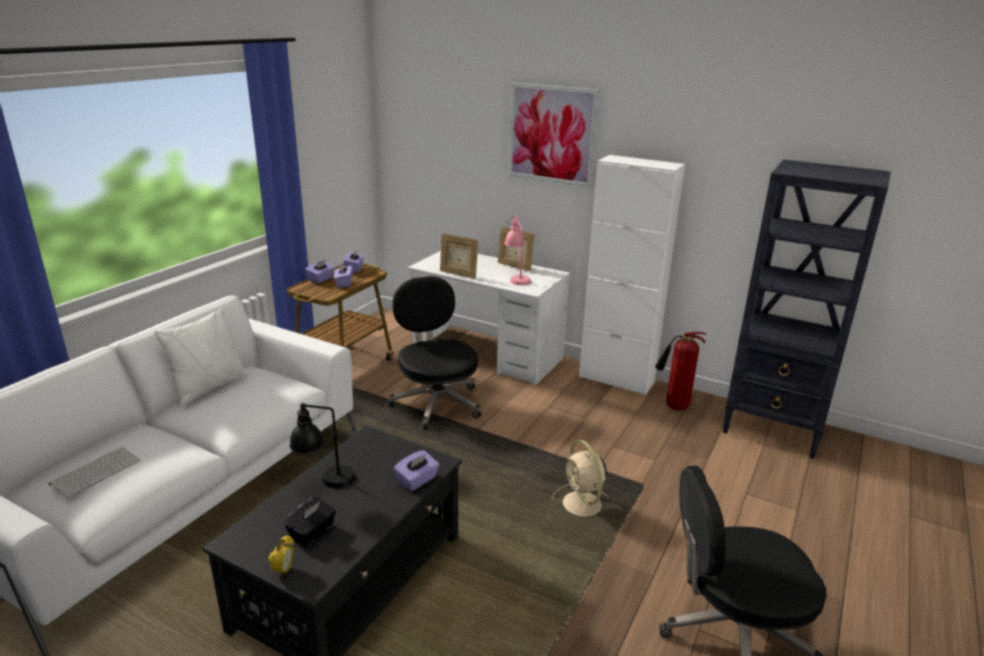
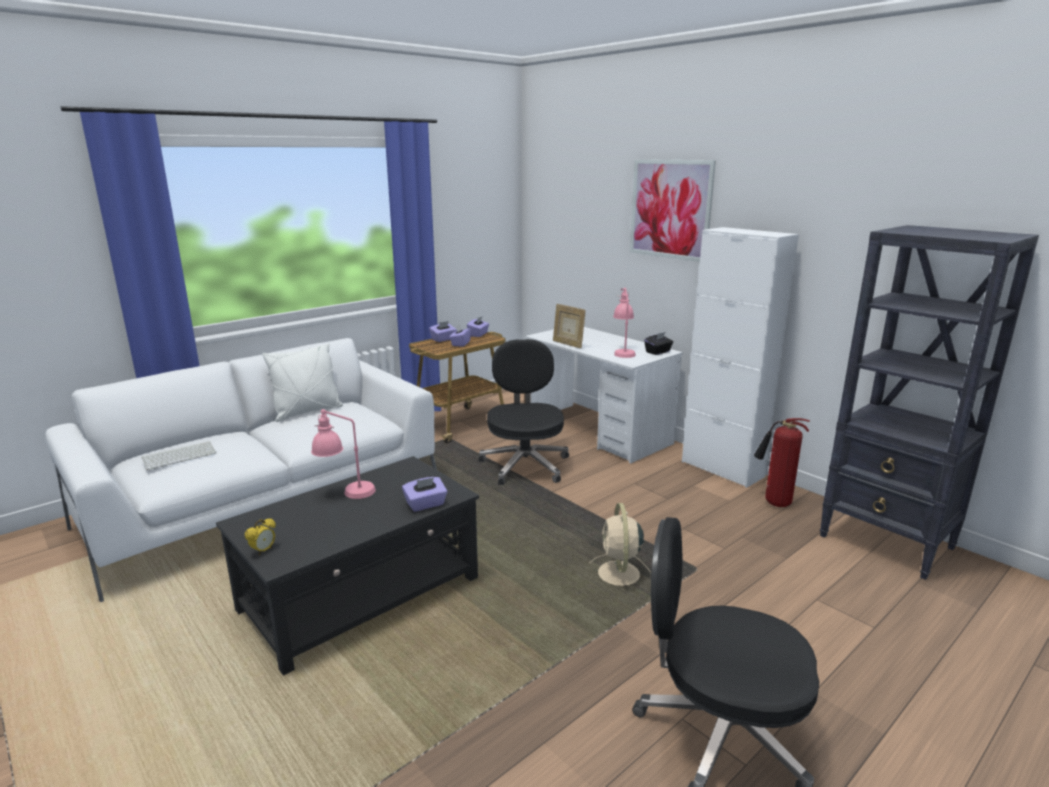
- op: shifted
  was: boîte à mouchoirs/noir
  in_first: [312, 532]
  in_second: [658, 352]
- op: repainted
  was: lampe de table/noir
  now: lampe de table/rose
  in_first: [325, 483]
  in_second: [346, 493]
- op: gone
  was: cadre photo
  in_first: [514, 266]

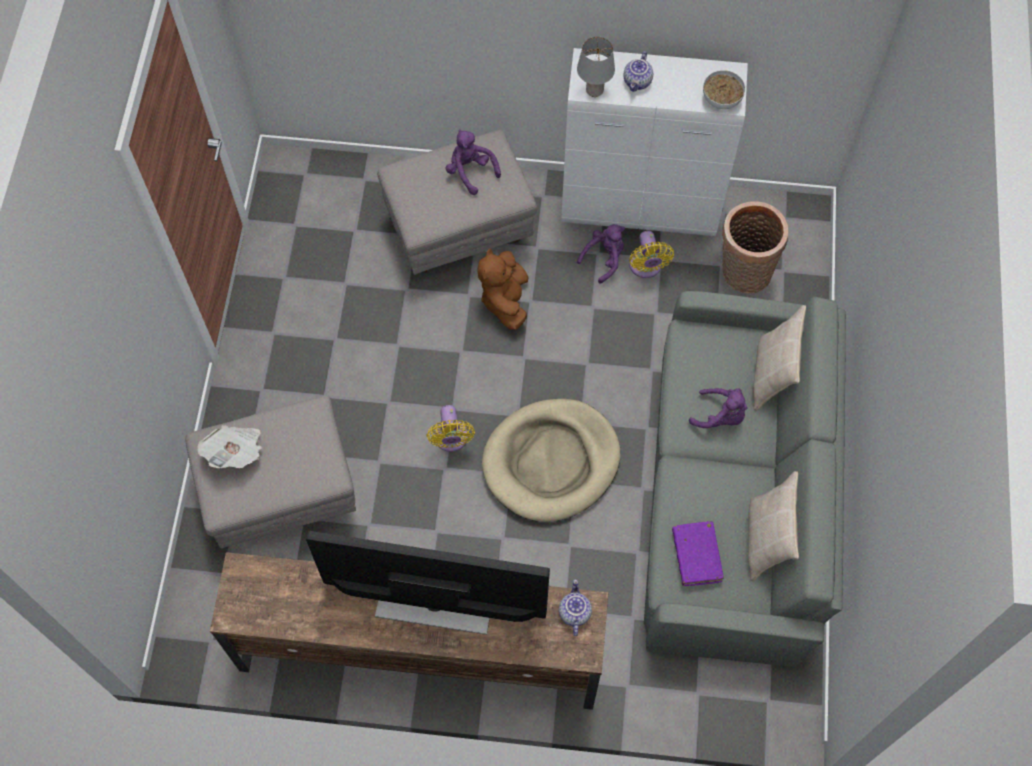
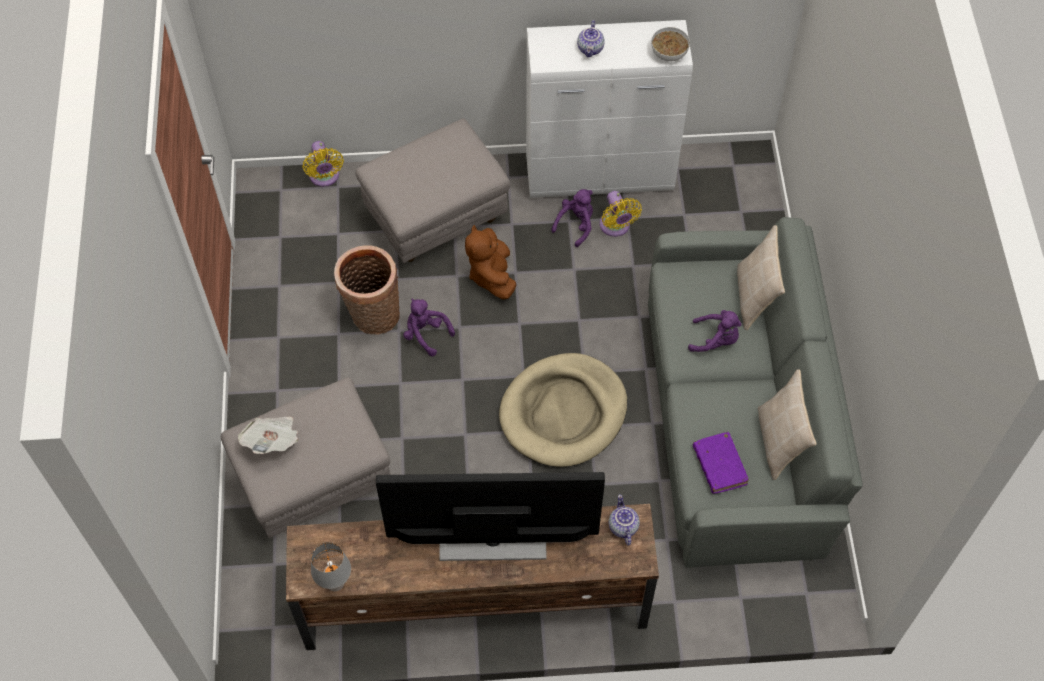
- op: shifted
  was: ventilateur/jaune
  in_first: [451, 439]
  in_second: [325, 177]
- op: shifted
  was: peluche/violet
  in_first: [470, 171]
  in_second: [426, 334]
- op: shifted
  was: lampe de table/gris
  in_first: [594, 91]
  in_second: [335, 583]
- op: shifted
  was: panier
  in_first: [743, 273]
  in_second: [372, 316]

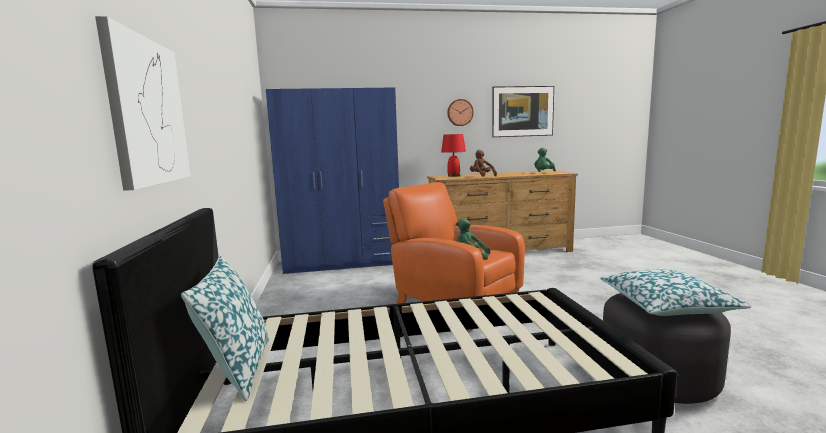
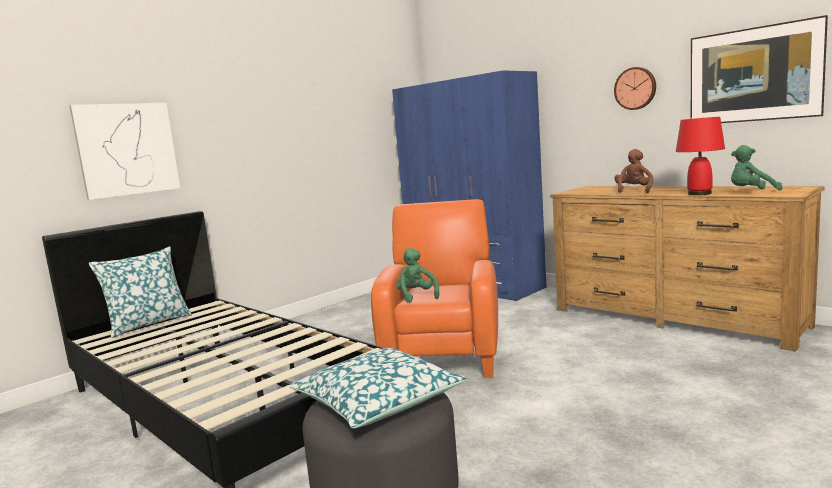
- op: shifted
  was: lampe de table/rouge
  in_first: [453, 176]
  in_second: [699, 193]

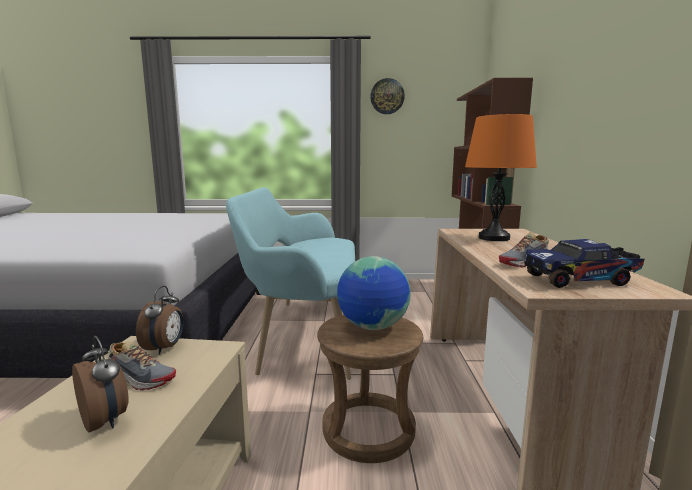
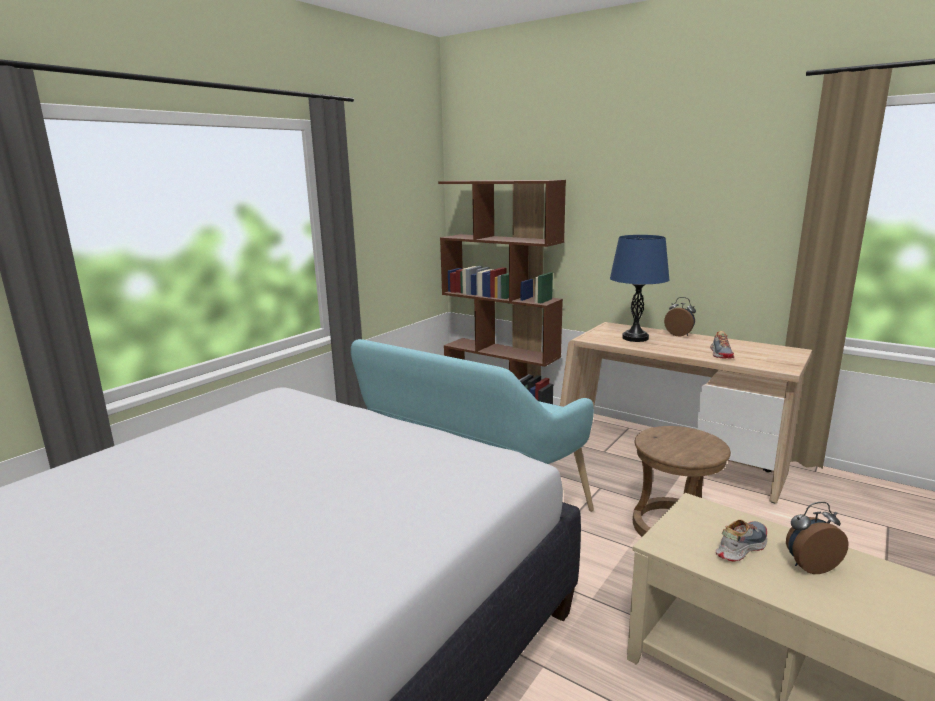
- op: shifted
  was: réveil
  in_first: [165, 348]
  in_second: [679, 334]
- op: gone
  was: globe
  in_first: [373, 327]
- op: gone
  was: horloge murale
  in_first: [387, 96]
- op: repainted
  was: lampe de table/orange
  now: lampe de table/bleu
  in_first: [494, 238]
  in_second: [635, 338]
- op: gone
  was: camion jouet
  in_first: [581, 280]

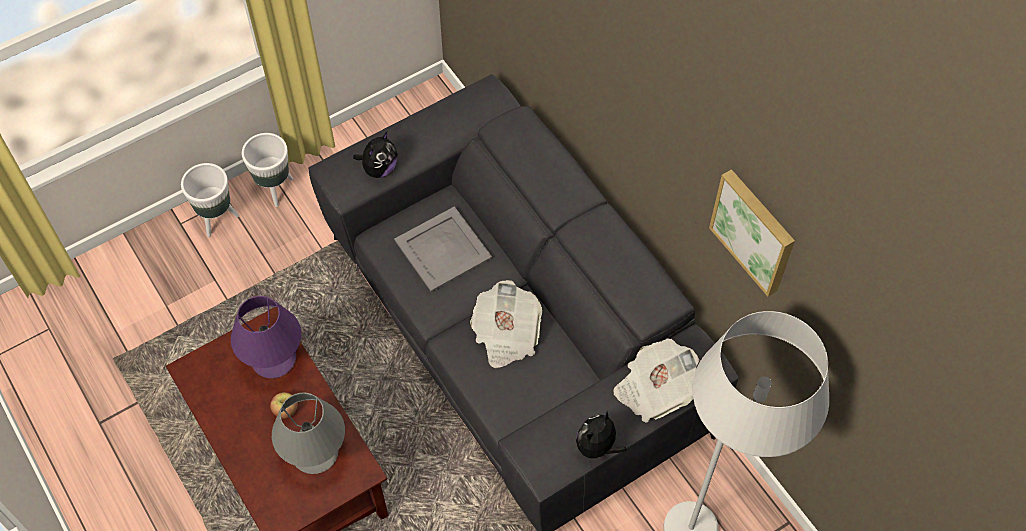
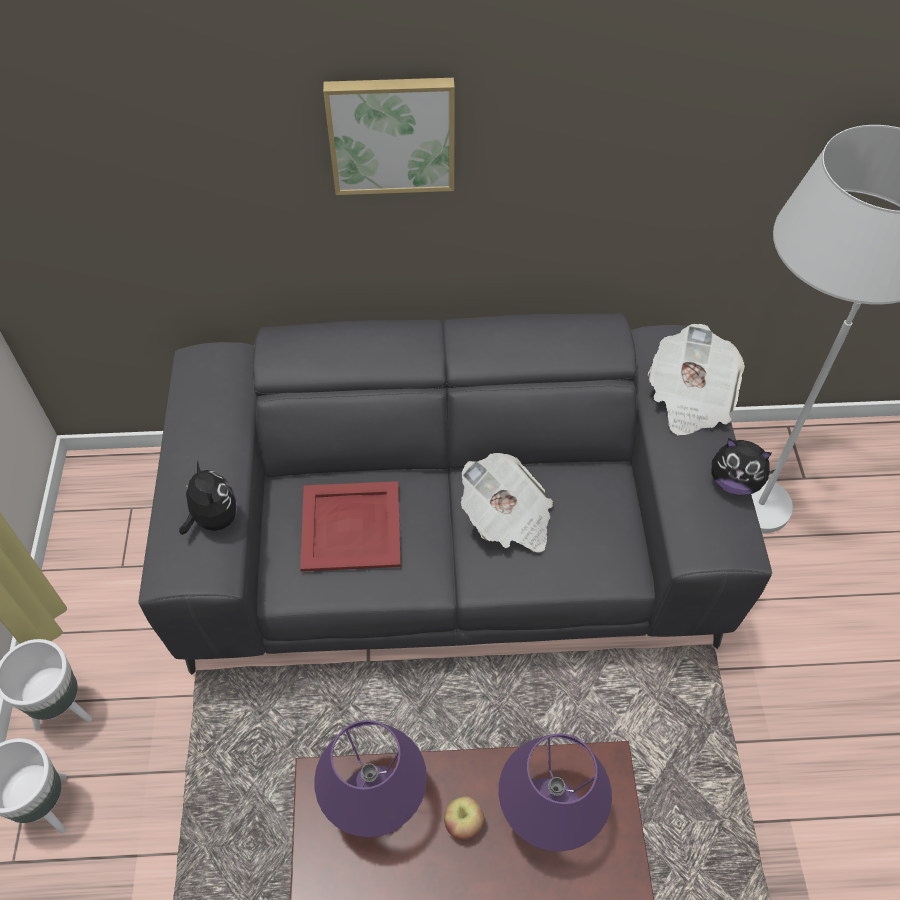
- op: repainted
  was: lampe de table/gris
  now: lampe de table/violet
  in_first: [315, 453]
  in_second: [549, 814]
- op: repainted
  was: plateau/gris
  now: plateau/rouge
  in_first: [444, 249]
  in_second: [352, 525]
- op: rotated
  was: peluche
  in_first: [597, 447]
  in_second: [734, 482]
  clockwise: -45
- op: shifted
  was: tableau
  in_first: [754, 231]
  in_second: [391, 134]

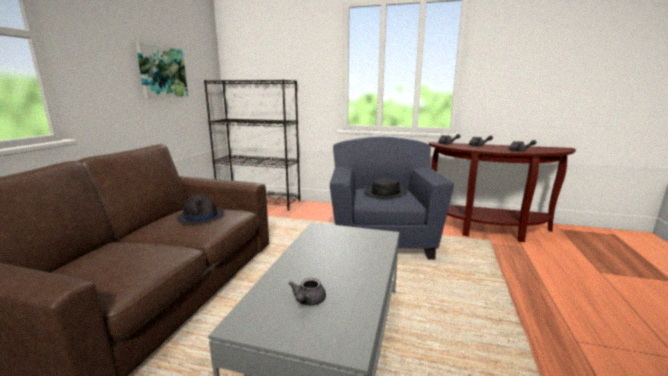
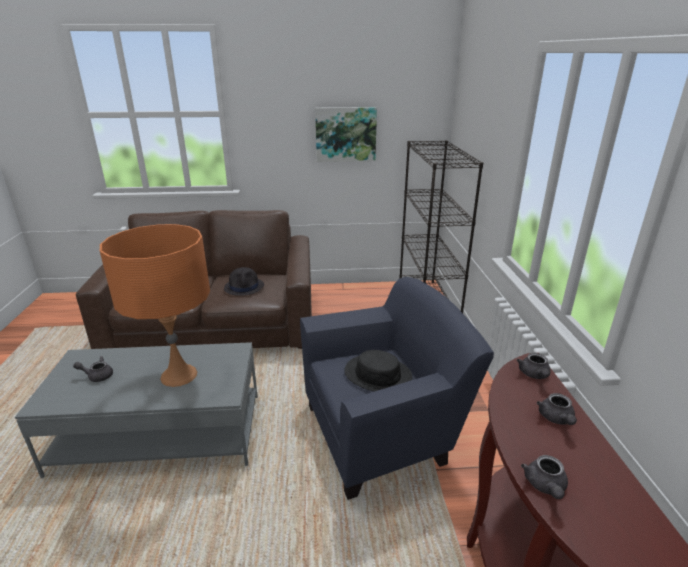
- op: new
  now: lampe de table/orange
  in_second: [178, 375]

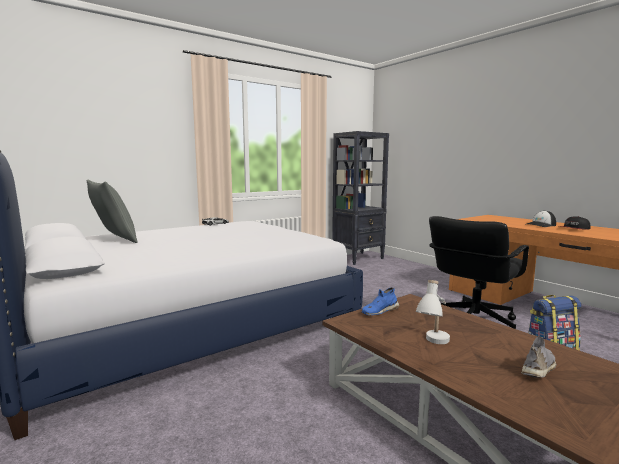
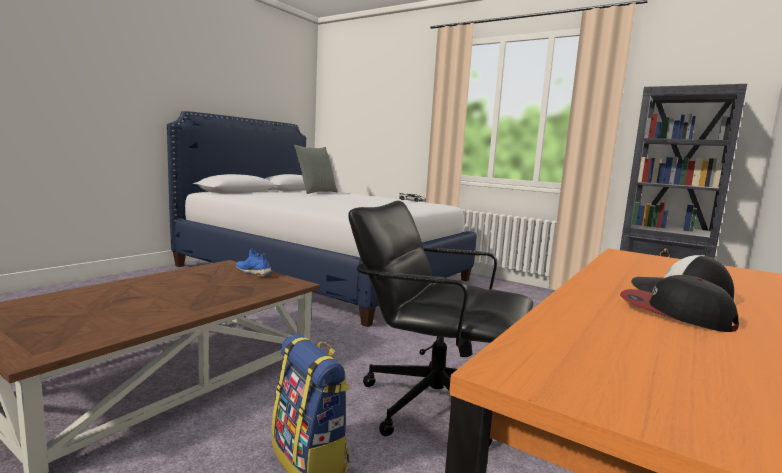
- op: gone
  was: lampe de table/blanc
  in_first: [434, 346]
- op: gone
  was: chaussure/gris
  in_first: [539, 368]

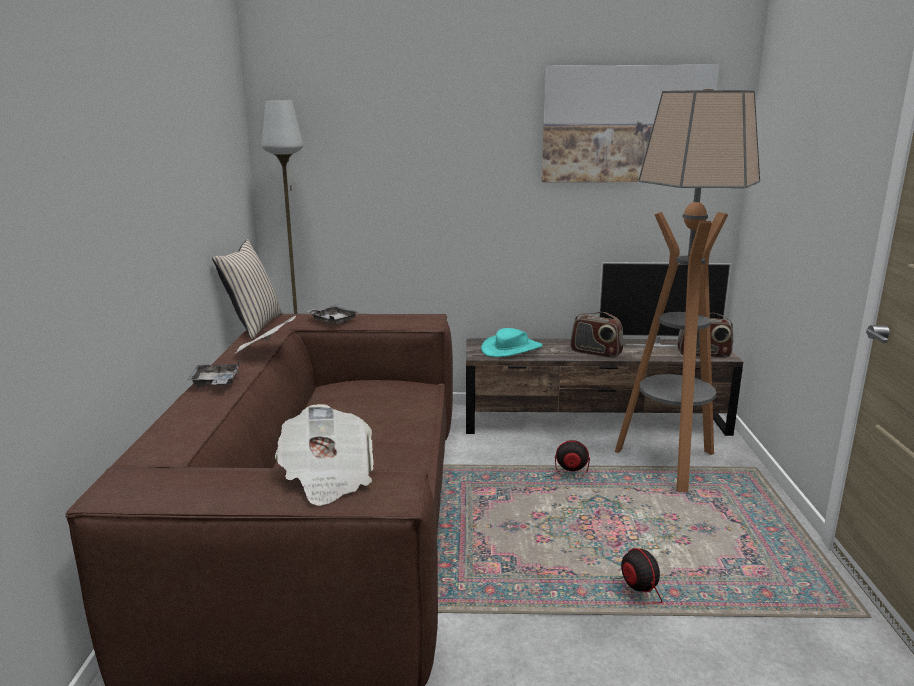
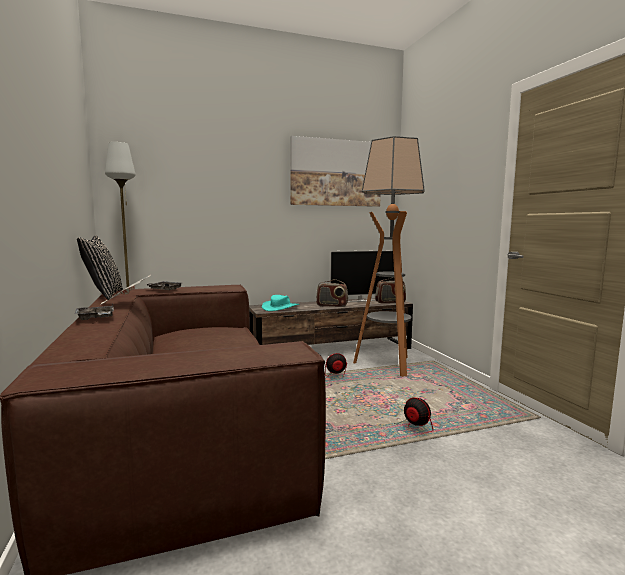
- op: repainted
  was: coussin/beige
  now: coussin/noir
  in_first: [253, 326]
  in_second: [104, 295]
- op: gone
  was: journal
  in_first: [327, 478]

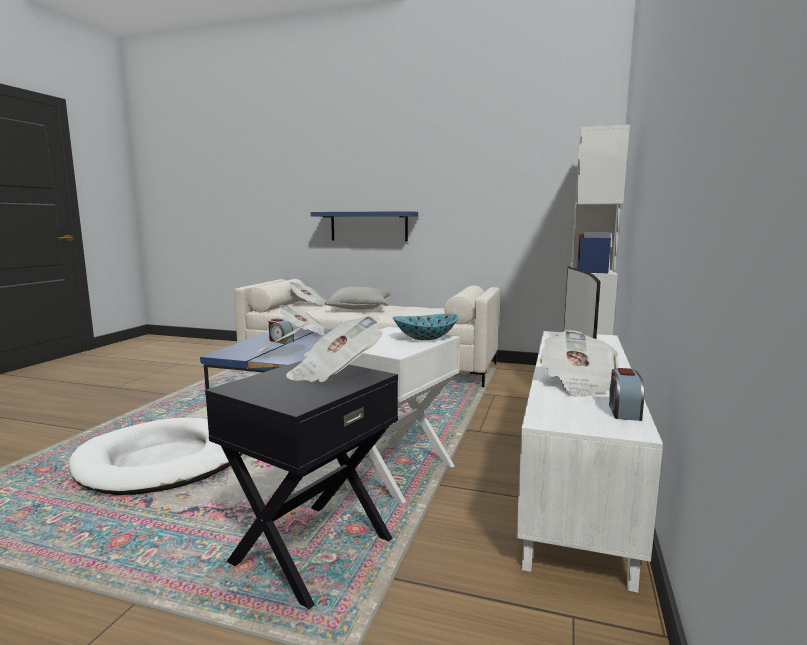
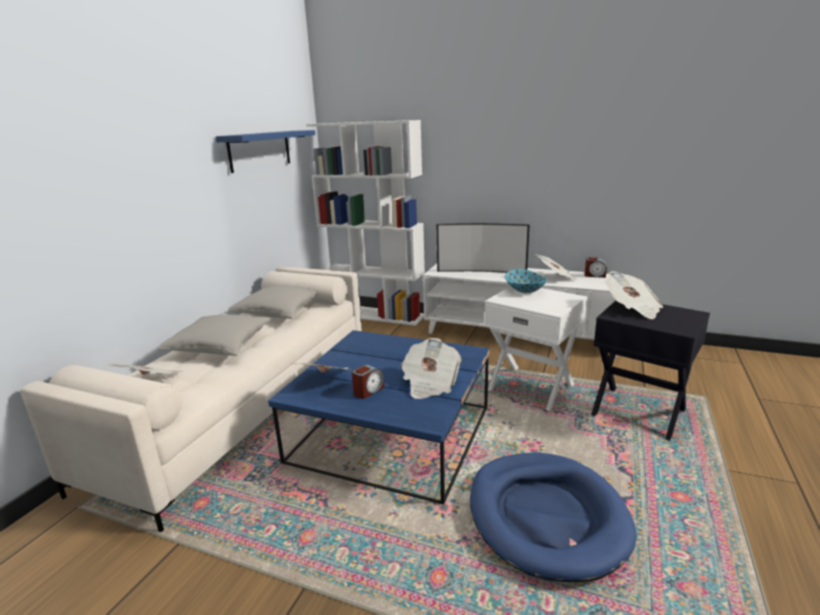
- op: repainted
  was: panier pour chien/blanc
  now: panier pour chien/bleu
  in_first: [162, 462]
  in_second: [546, 516]
- op: shifted
  was: étagère/bleu
  in_first: [368, 226]
  in_second: [260, 150]
- op: new
  now: coussin/gris
  in_second: [278, 312]

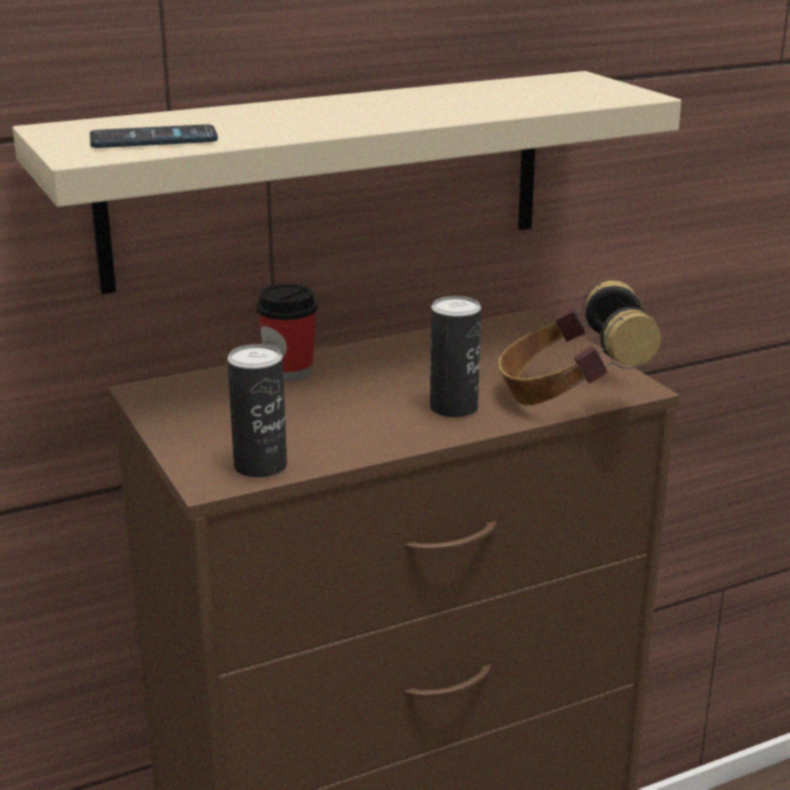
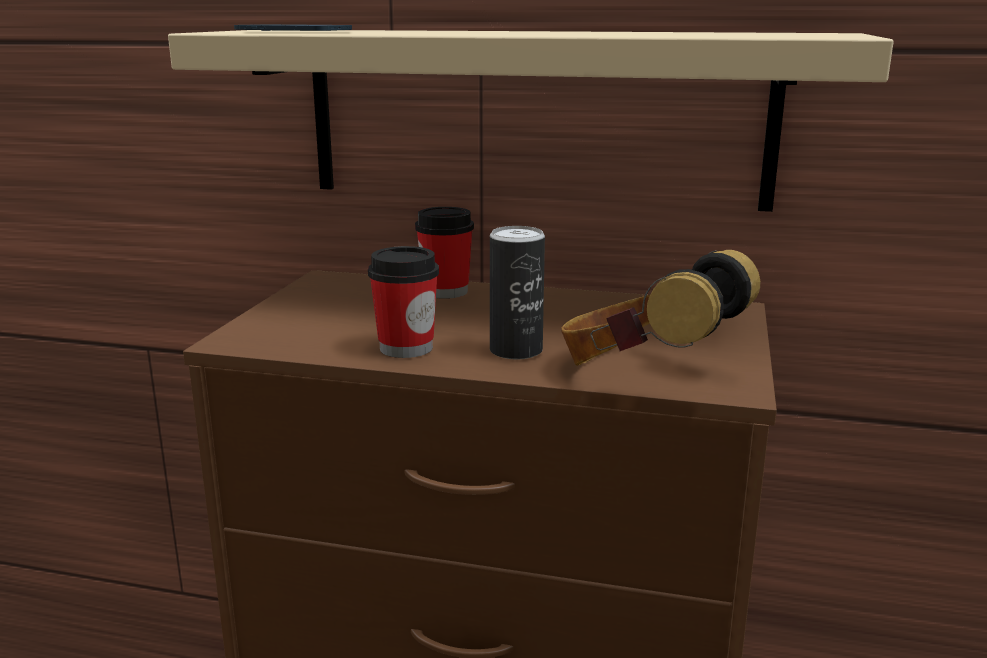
- op: gone
  was: boîte métallique
  in_first: [260, 466]
- op: new
  now: tasse
  in_second: [406, 348]

